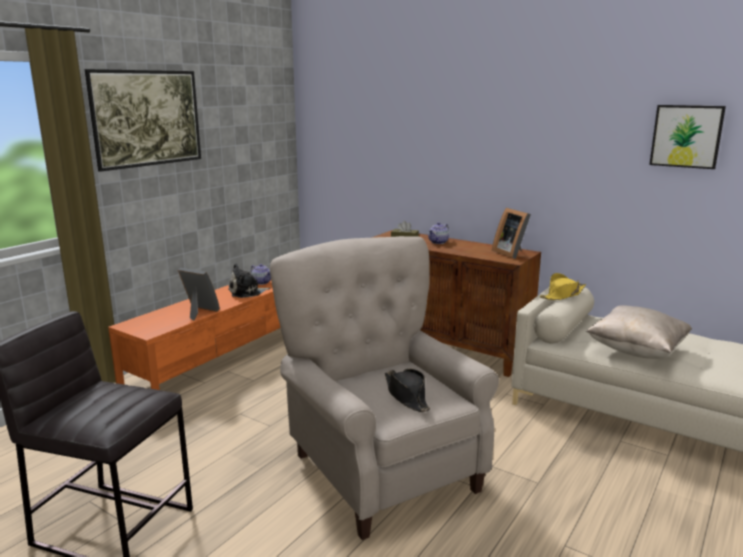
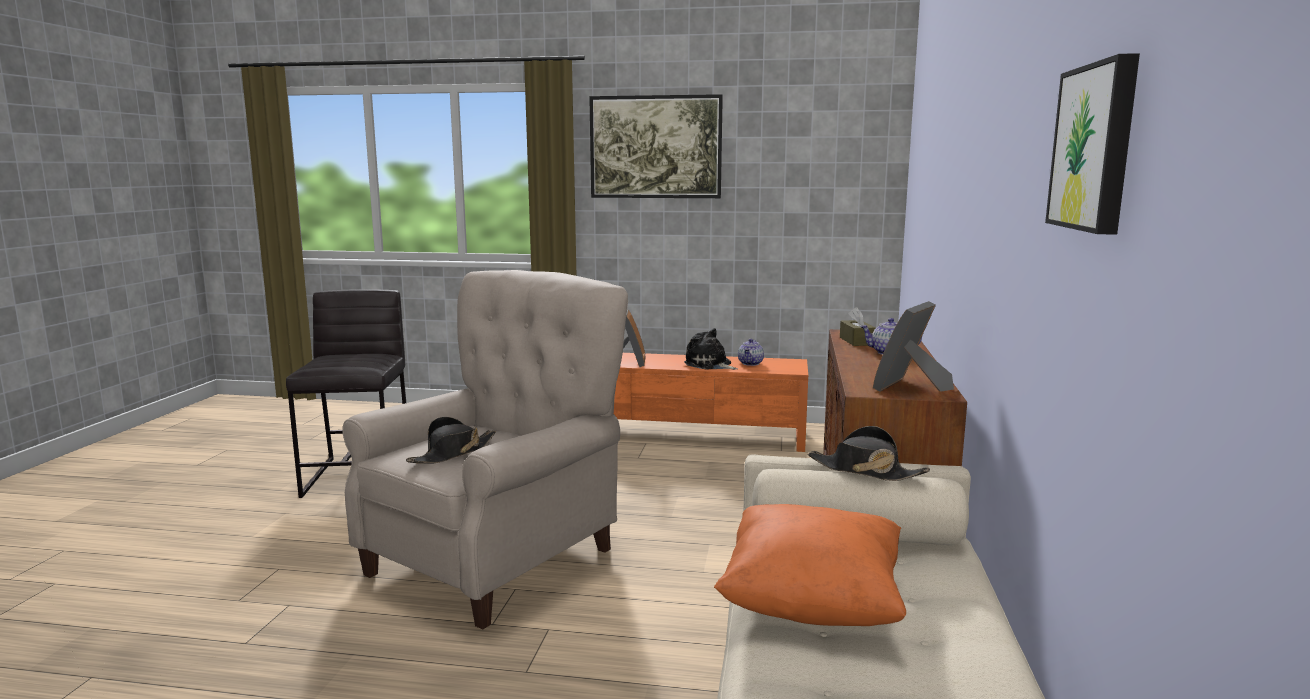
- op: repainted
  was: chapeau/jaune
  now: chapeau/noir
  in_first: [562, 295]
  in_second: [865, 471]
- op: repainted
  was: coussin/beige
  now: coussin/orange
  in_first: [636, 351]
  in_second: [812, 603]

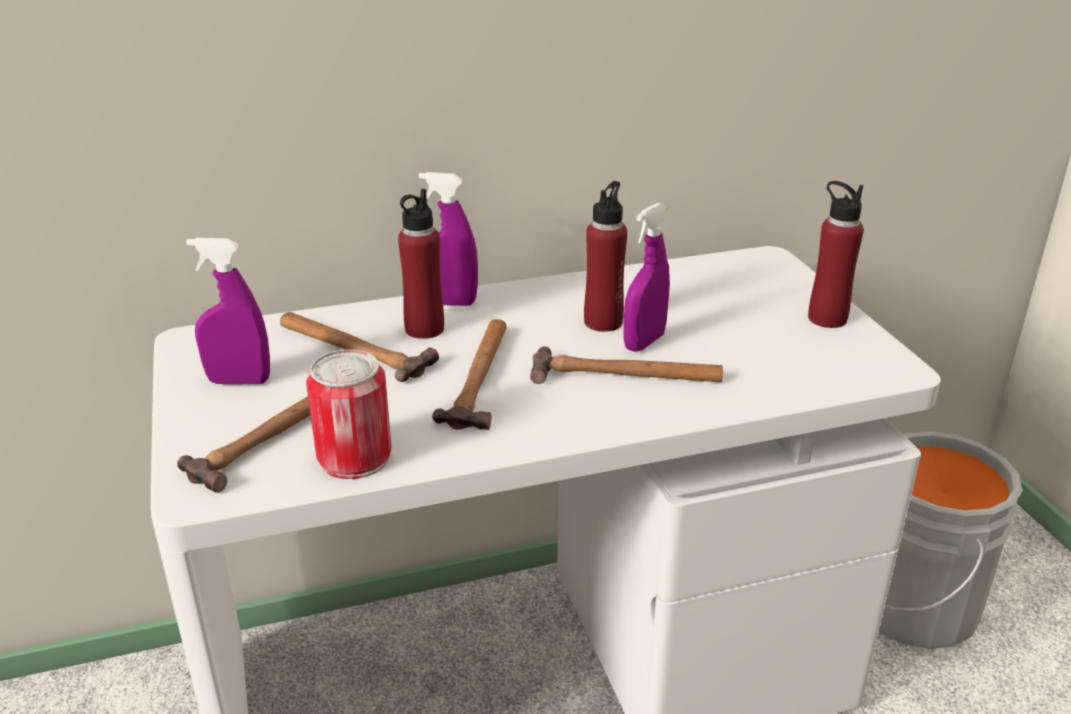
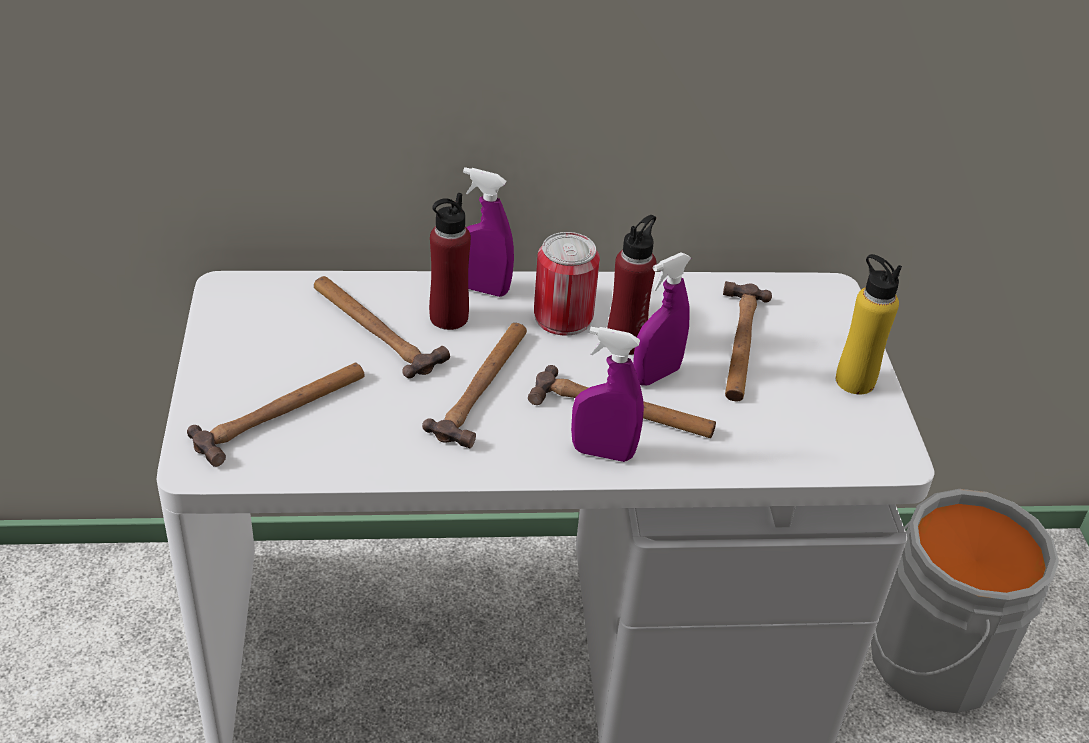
- op: shifted
  was: vaporisateur/violet
  in_first: [239, 381]
  in_second: [602, 453]
- op: shifted
  was: boîte métallique
  in_first: [354, 457]
  in_second: [563, 317]
- op: repainted
  was: bouteille/rouge
  now: bouteille/jaune
  in_first: [827, 318]
  in_second: [854, 381]
- op: new
  now: marteau
  in_second: [739, 344]

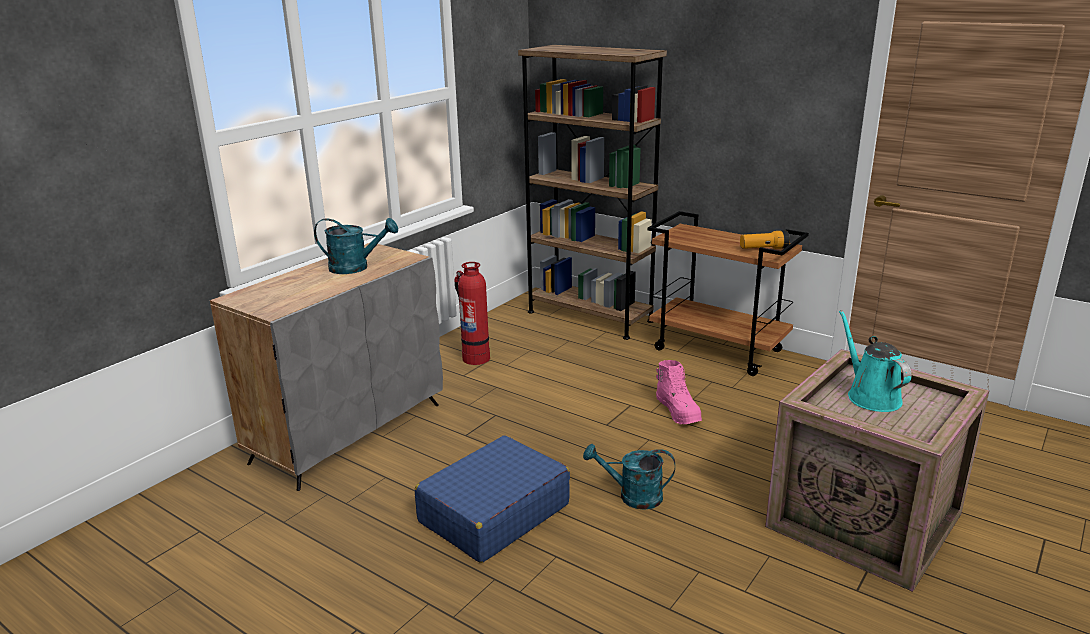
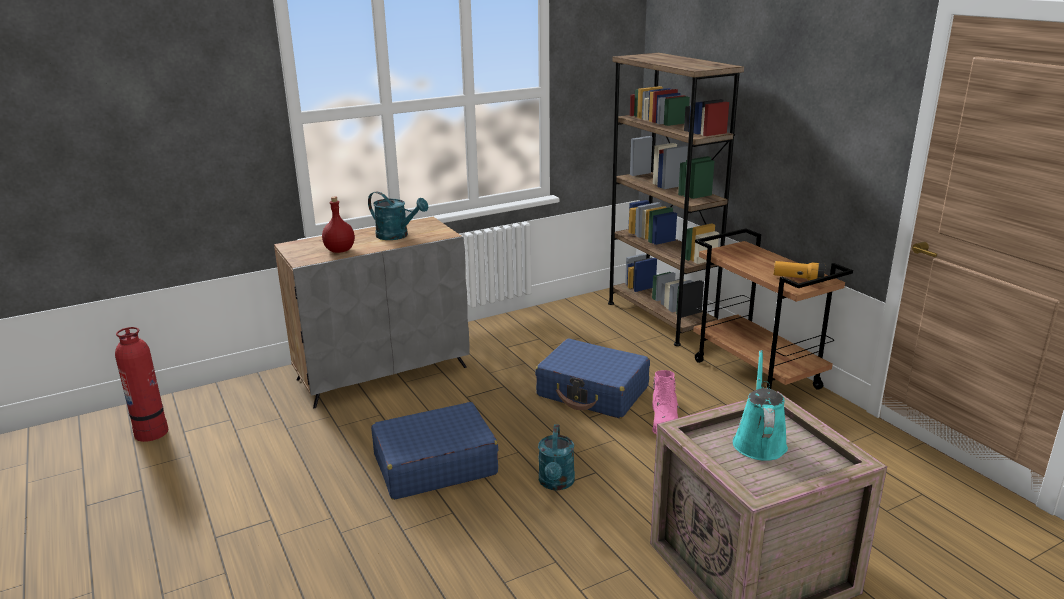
- op: shifted
  was: extincteur
  in_first: [475, 358]
  in_second: [151, 432]
- op: rotated
  was: arrosoir/turquoise
  in_first: [632, 496]
  in_second: [556, 483]
  clockwise: -120
- op: new
  now: bouteille/rouge
  in_second: [340, 250]
- op: new
  now: valise/bleu
  in_second: [593, 392]

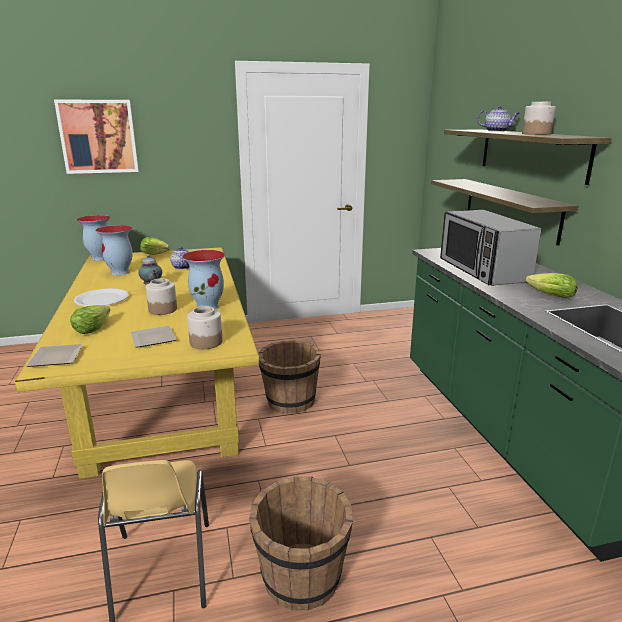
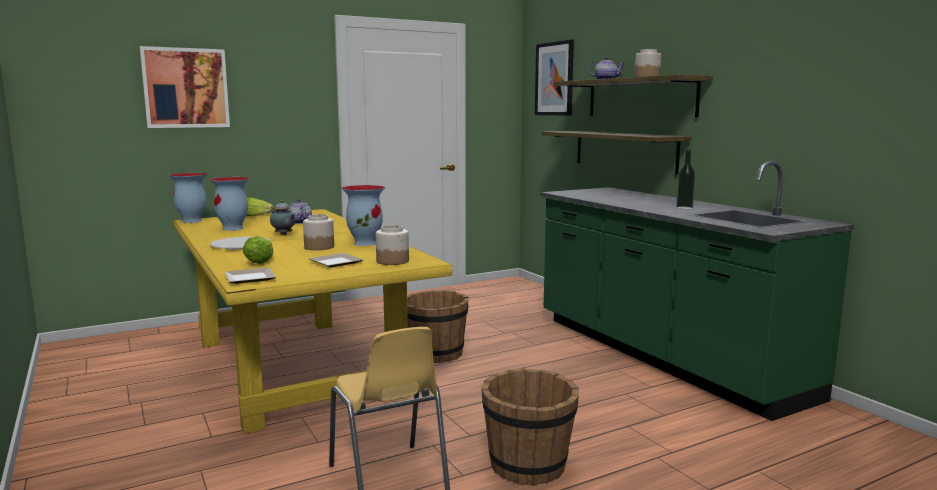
- op: gone
  was: micro-ondes
  in_first: [482, 270]
- op: swapped
  was: laitue
  now: bouteille
  in_first: [548, 295]
  in_second: [684, 208]
- op: new
  now: tableau
  in_second: [554, 79]

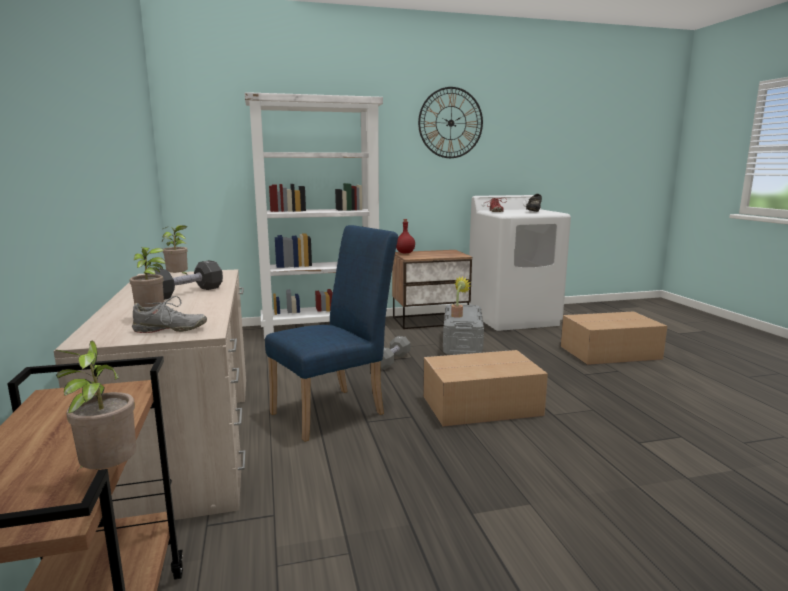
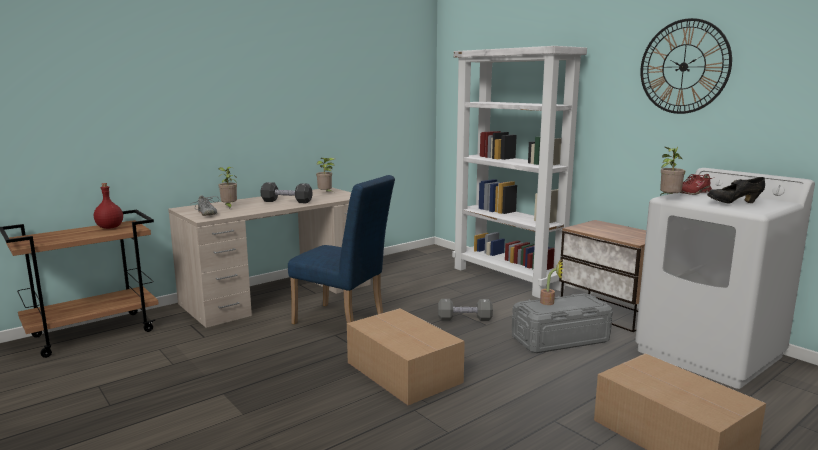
- op: shifted
  was: plante en pot
  in_first: [107, 474]
  in_second: [669, 199]
- op: shifted
  was: bouteille/rouge
  in_first: [404, 253]
  in_second: [109, 227]

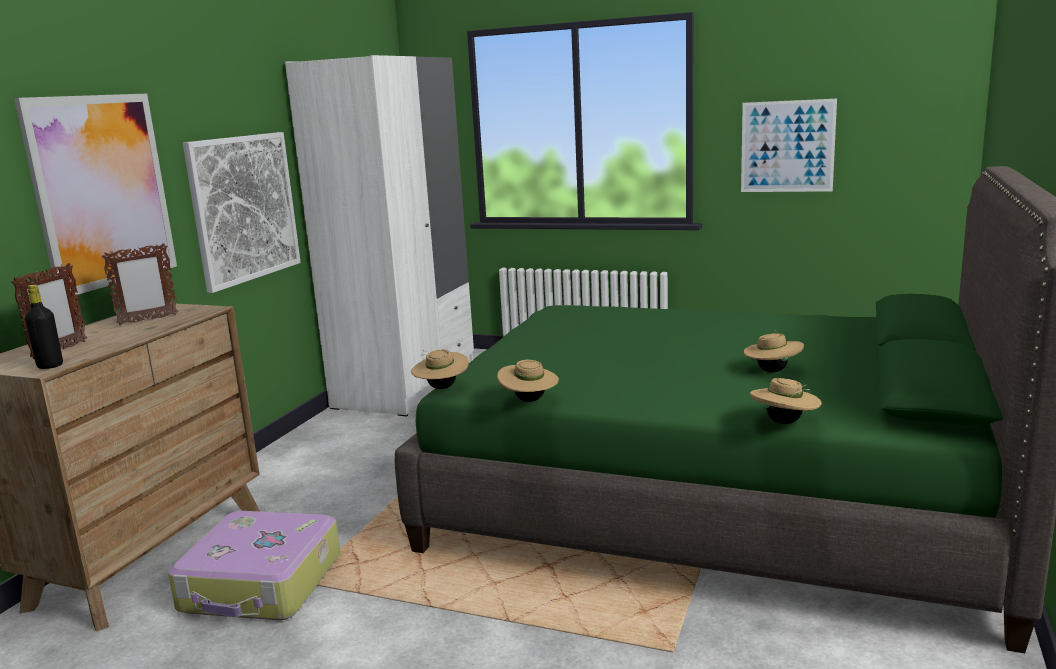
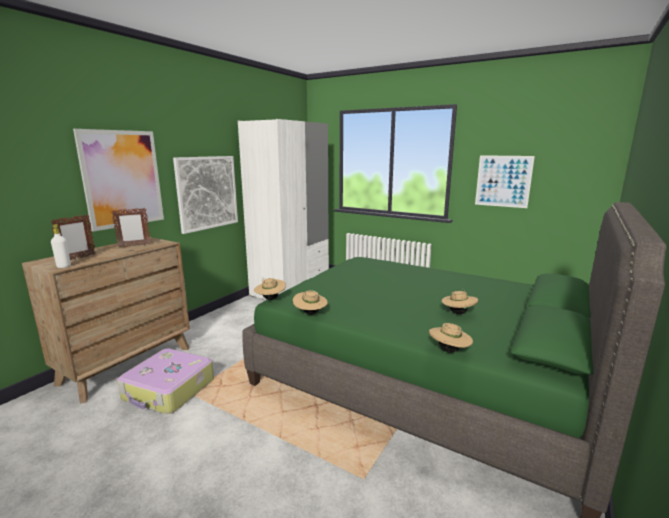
- op: repainted
  was: bouteille/noir
  now: bouteille/blanc
  in_first: [50, 366]
  in_second: [63, 266]

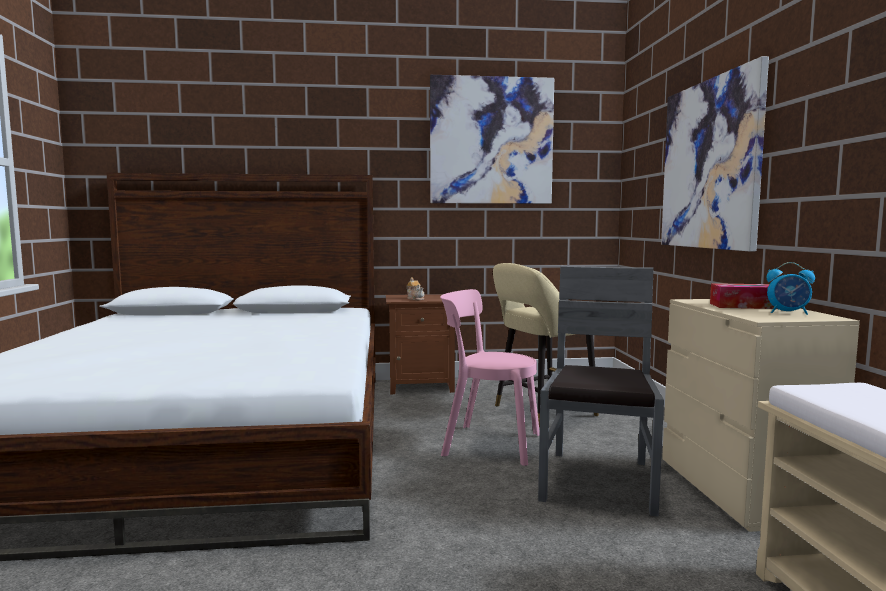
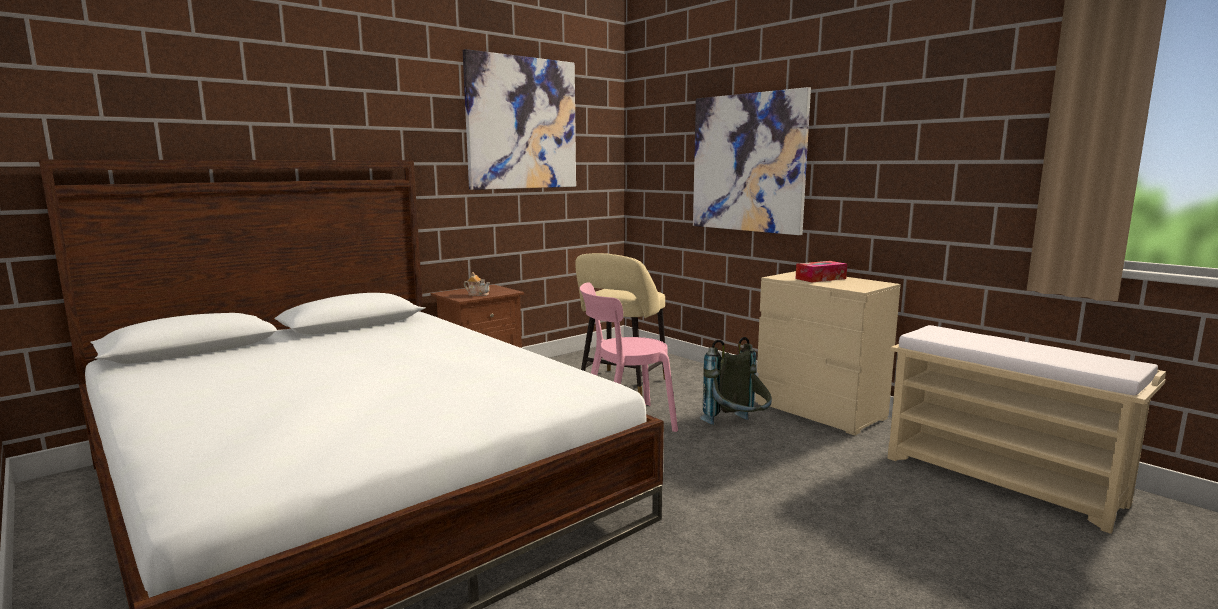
- op: swapped
  was: chaise/gris
  now: sac à dos/gris
  in_first: [598, 481]
  in_second: [738, 429]
- op: gone
  was: réveil
  in_first: [788, 313]

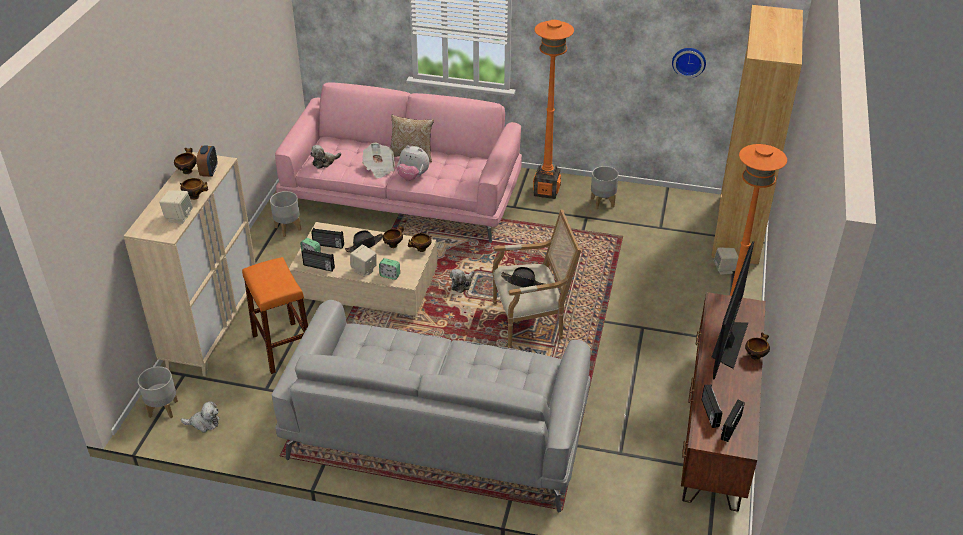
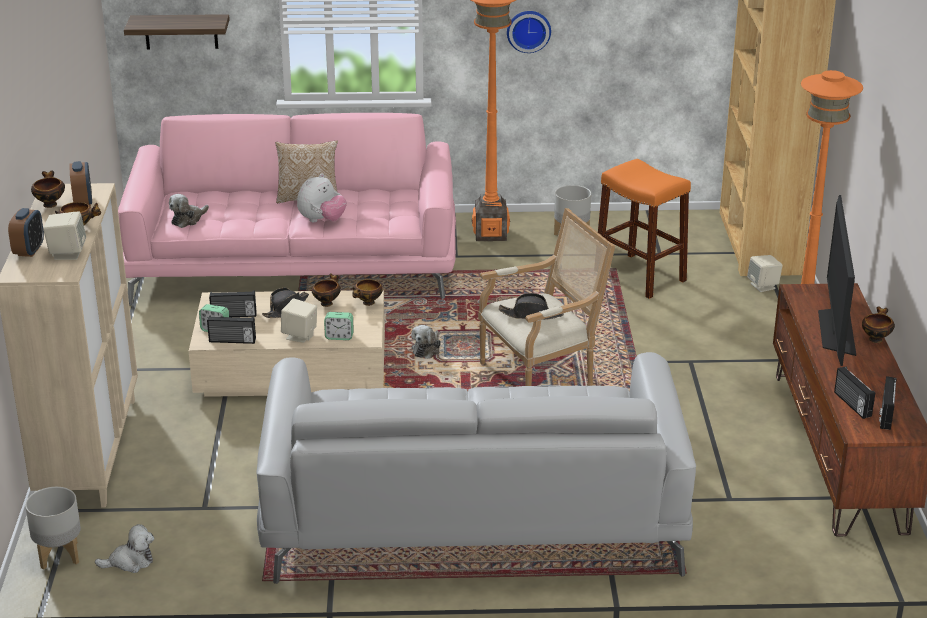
- op: shifted
  was: tabouret/orange
  in_first: [283, 347]
  in_second: [640, 276]
- op: gone
  was: cache-pot/gris
  in_first: [287, 228]
- op: gone
  was: journal
  in_first: [379, 168]
- op: rotated
  was: peluche
  in_first: [413, 176]
  in_second: [322, 220]
  clockwise: -60
- op: shifted
  was: horloge murale
  in_first: [689, 61]
  in_second: [528, 30]
- op: new
  now: réveil
  in_second: [29, 251]
- op: new
  now: étagère
  in_second: [181, 31]

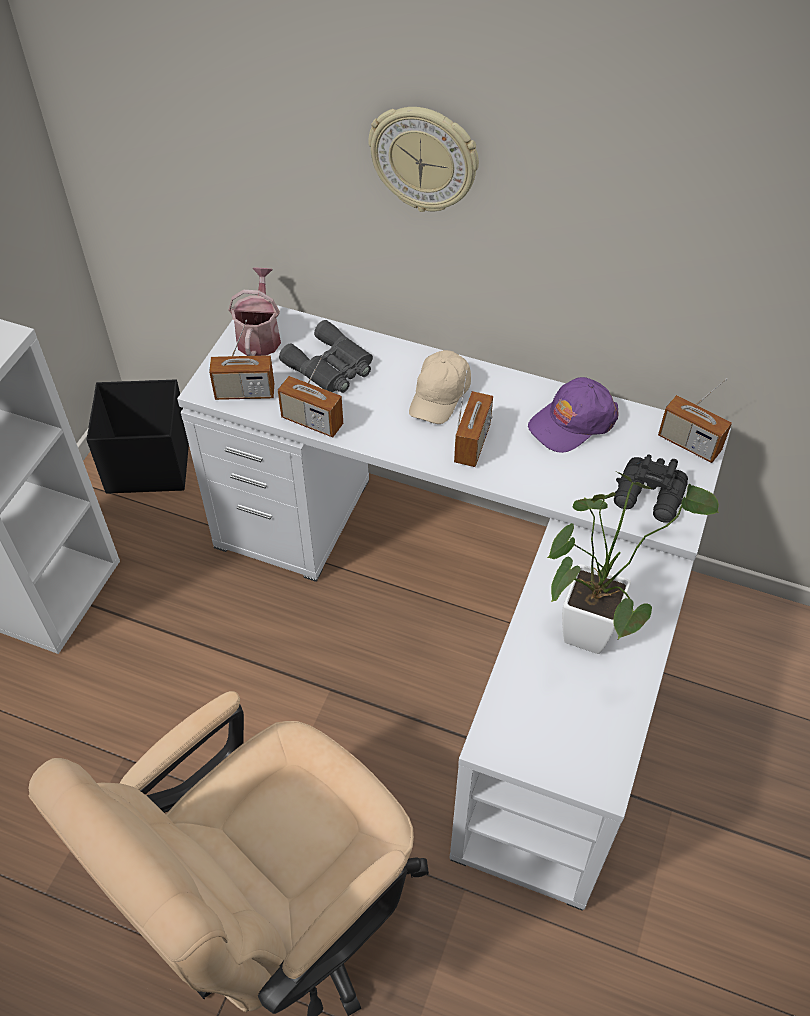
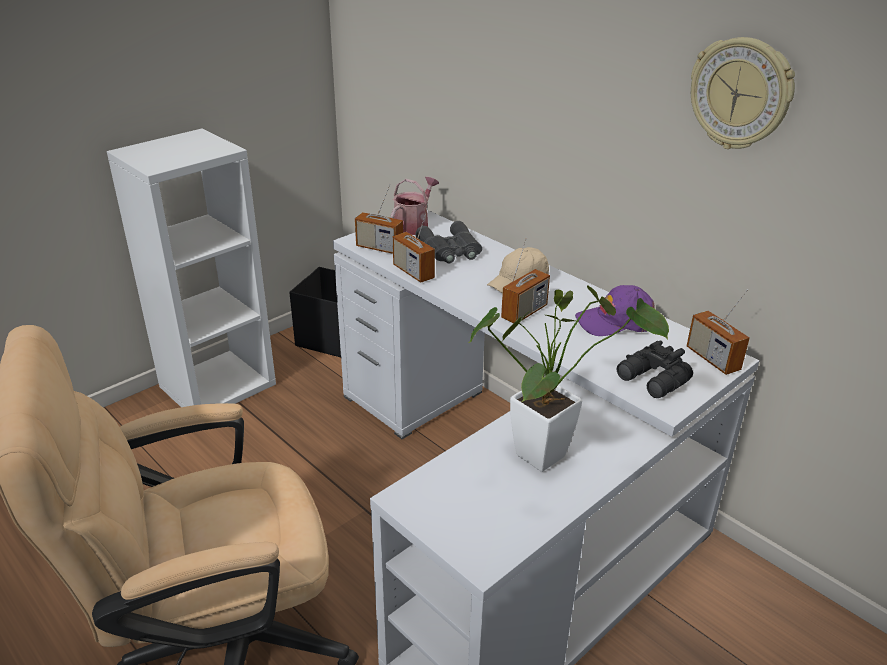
- op: shifted
  was: horloge murale
  in_first: [424, 159]
  in_second: [740, 94]

